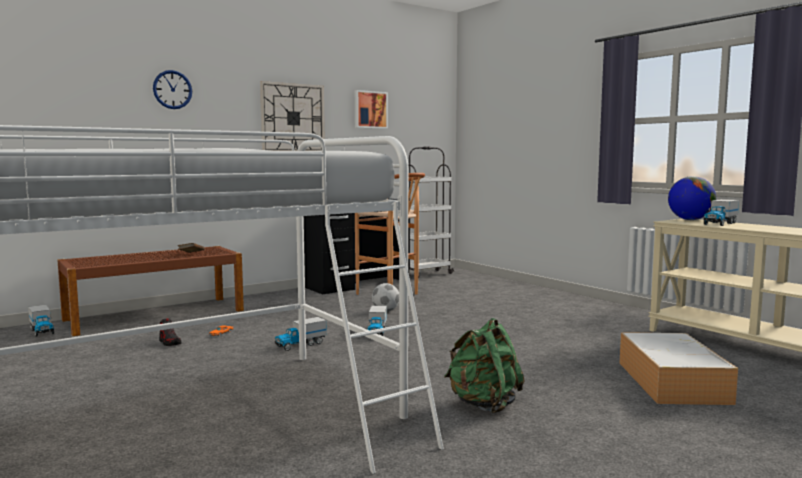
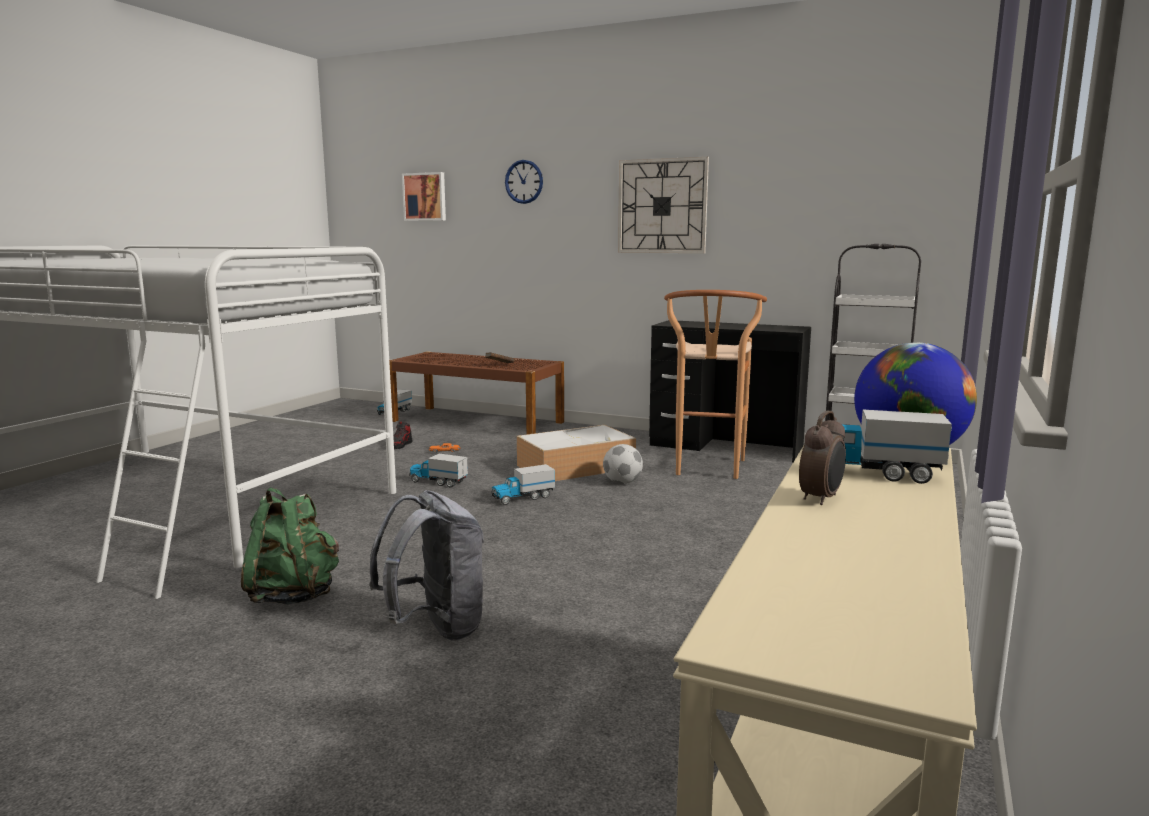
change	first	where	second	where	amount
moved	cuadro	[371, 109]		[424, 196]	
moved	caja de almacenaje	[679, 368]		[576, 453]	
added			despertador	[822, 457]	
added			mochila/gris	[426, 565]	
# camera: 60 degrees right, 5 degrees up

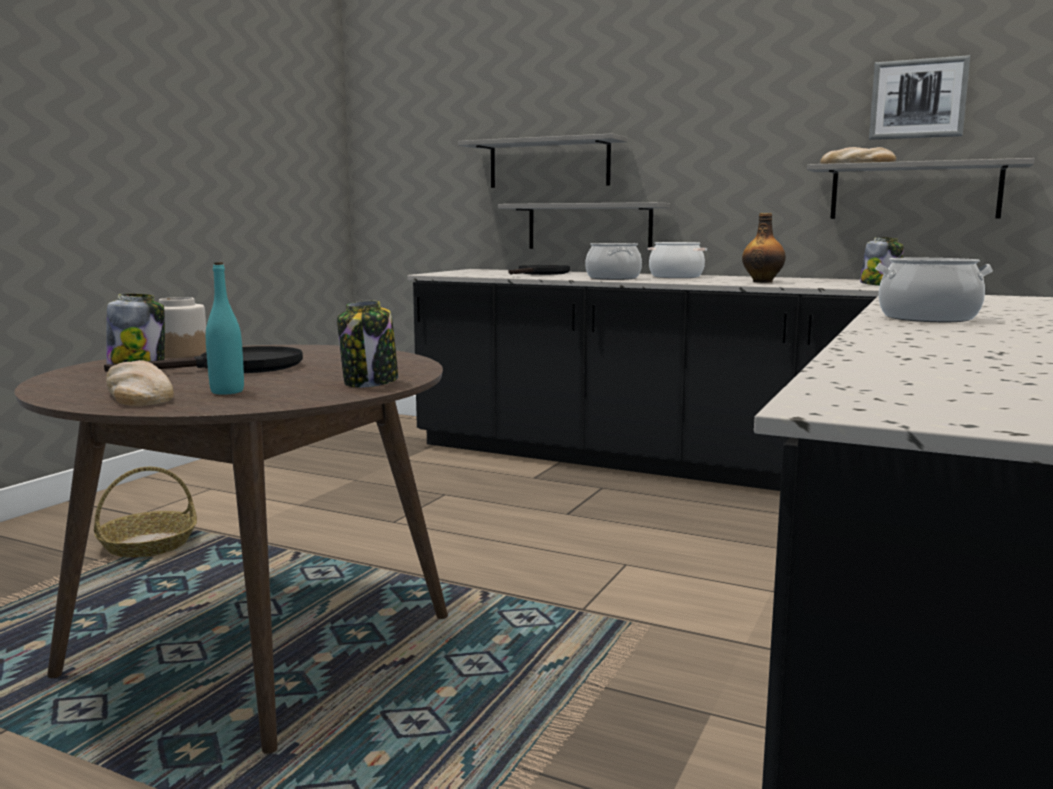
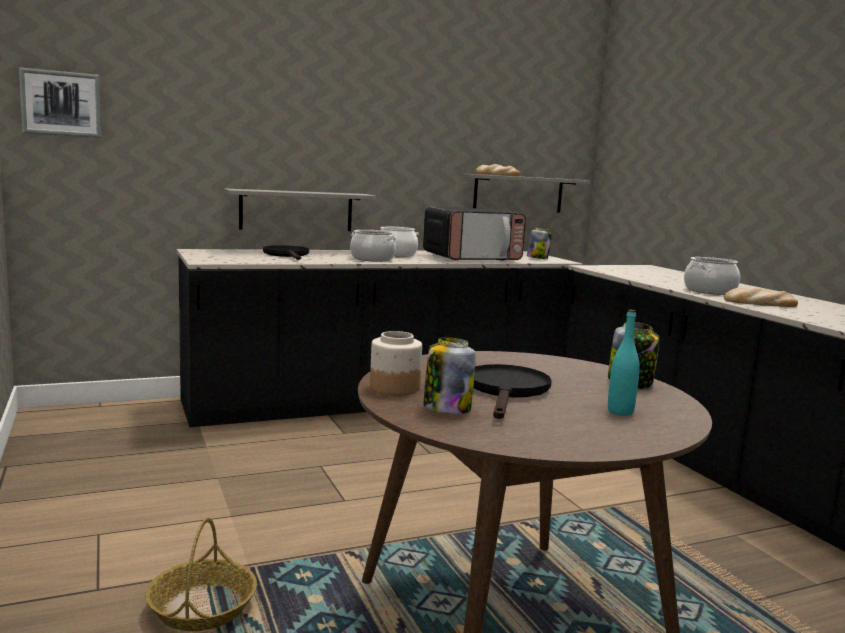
change	first	where	second	where	amount
moved	cuadro	[919, 97]		[60, 102]	
removed	estante/gris	[542, 160]			
replaced	botella	[764, 248]	microondas	[474, 234]	
moved	pan	[140, 383]		[761, 297]	
# camera: 50 degrees left, 0 degrees up

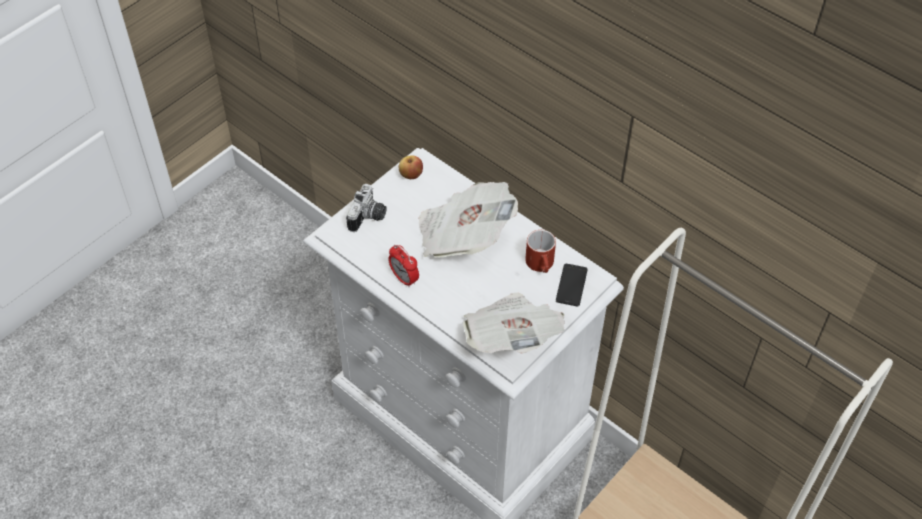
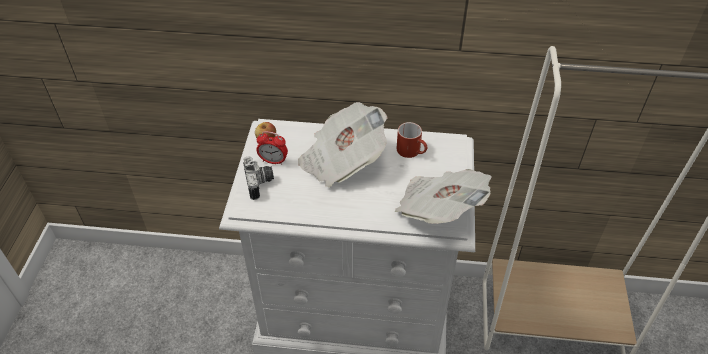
change	first	where	second	where	amount
moved	despertador	[403, 266]		[272, 148]	
removed	móvil	[572, 285]			
# camera: 35 degrees left, 5 degrees down

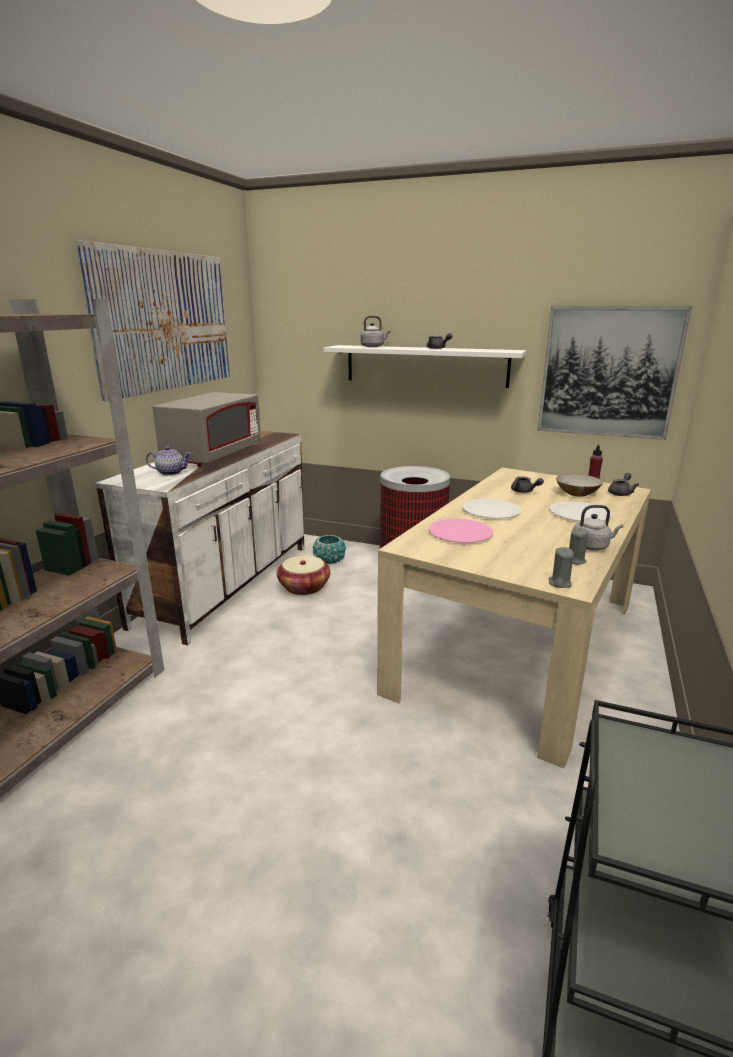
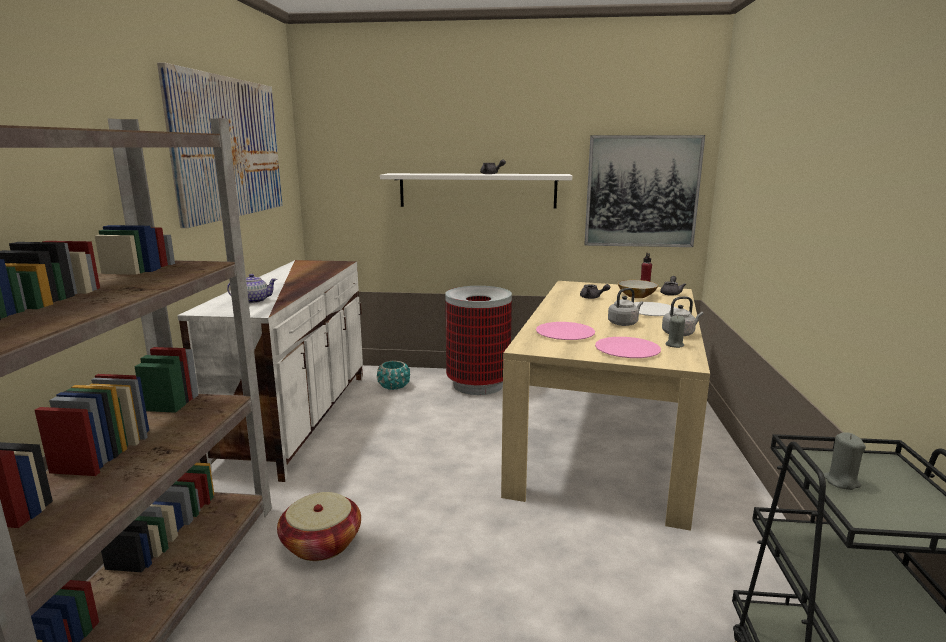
change	first	where	second	where	amount
moved	hervidor/gris	[375, 331]		[625, 307]	
removed	microondas/gris	[206, 429]			
removed	plato/blanco	[492, 509]			
moved	vela/gris	[561, 567]		[844, 461]	
moved	cesta	[304, 575]		[319, 526]	
added			plato/rosa	[628, 347]	
# camera: 15 degrees left, 5 degrees down

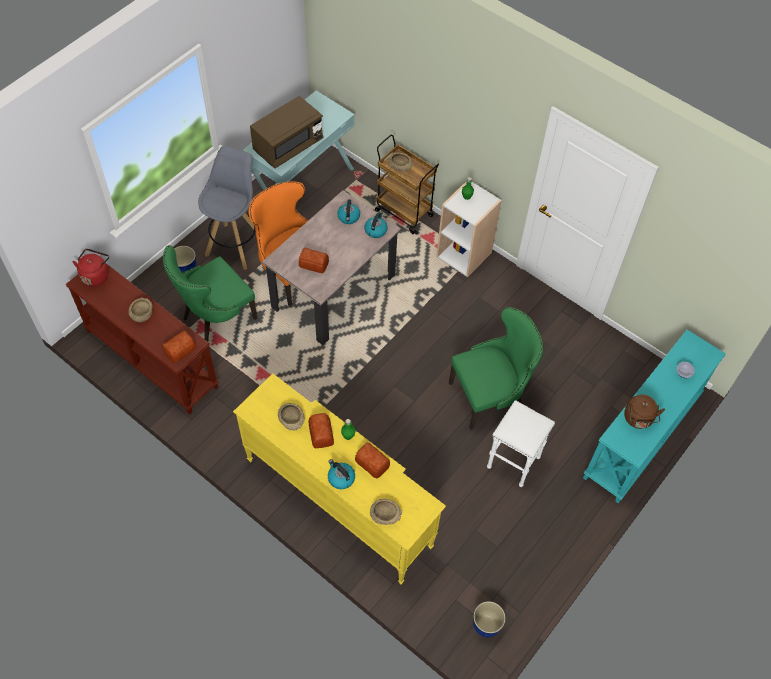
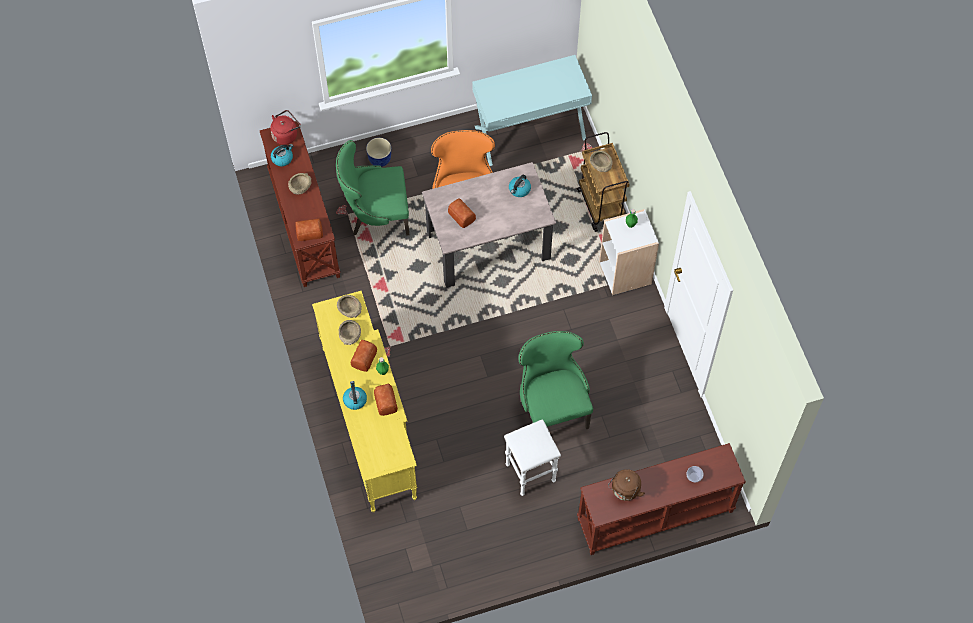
change	first	where	second	where	amount
removed	microondas/marrón	[287, 132]			
removed	taburete/gris	[227, 208]			
moved	hervidor	[376, 225]		[282, 155]	
turned	silla/verde	[496, 368]		[555, 380]	120 degrees counterclockwise
recoloured	mesa consola/turquesa	[654, 416]	mesa consola/marrón	[661, 499]	
moved	cuenco/beis	[386, 512]		[349, 306]	
removed	maceta	[489, 619]			
# camera: 35 degrees right, 5 degrees up

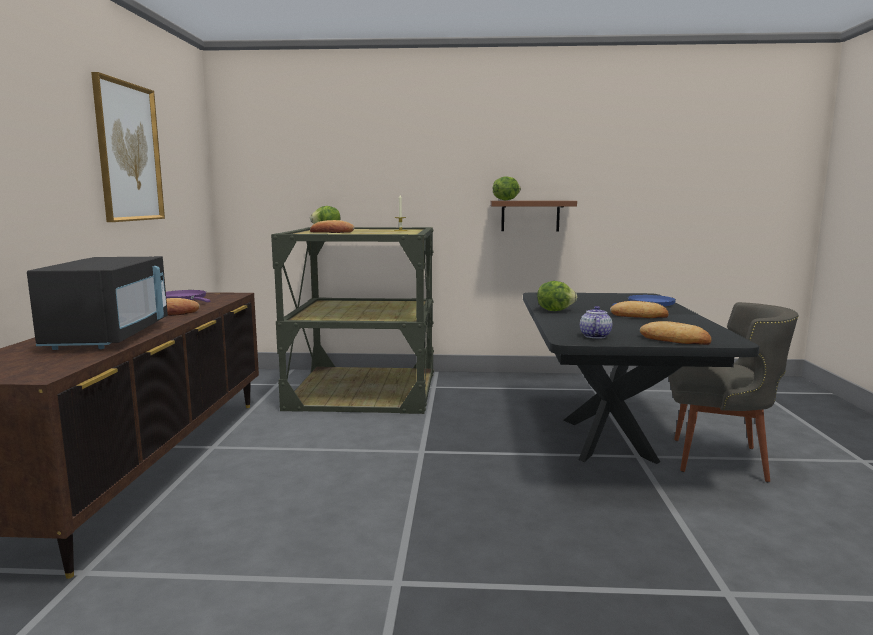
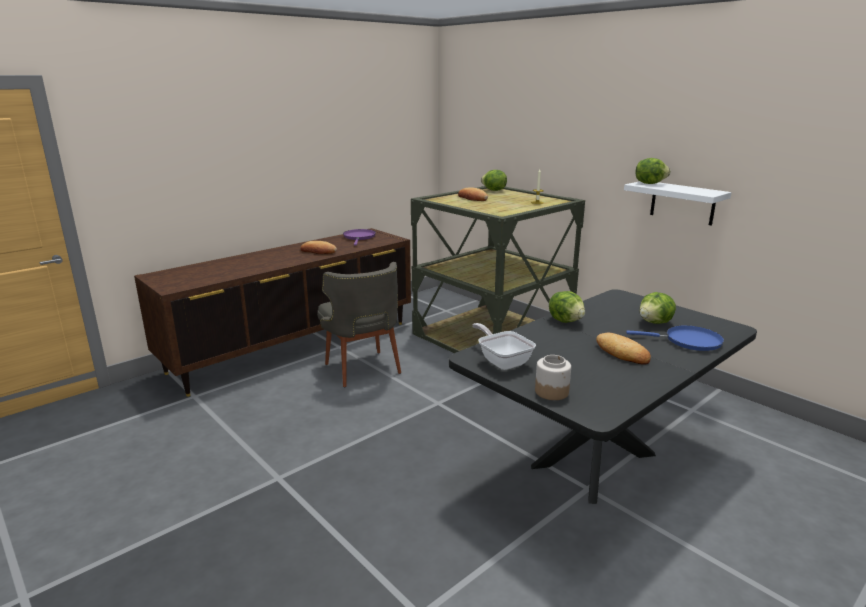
change	first	where	second	where	amount
removed	cuadro	[128, 147]			
recoloured	estante/marrón	[533, 216]	estante/blanco	[678, 203]	
removed	microondas/negro	[97, 303]			
moved	silla/gris	[733, 392]		[359, 324]	
replaced	tetera	[596, 322]	sartén	[504, 346]	
replaced	pan	[675, 333]	tarro	[553, 377]	
added			lechuga	[657, 308]	
# camera: 45 degrees right, 10 degrees up

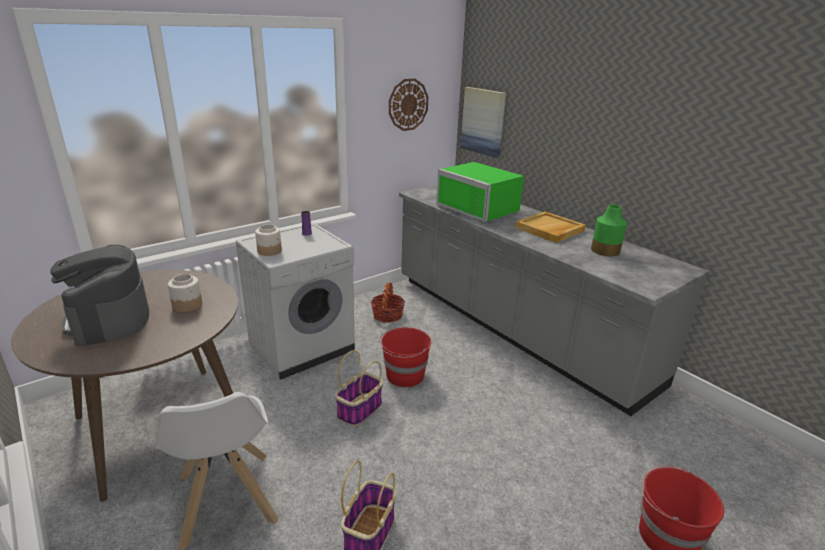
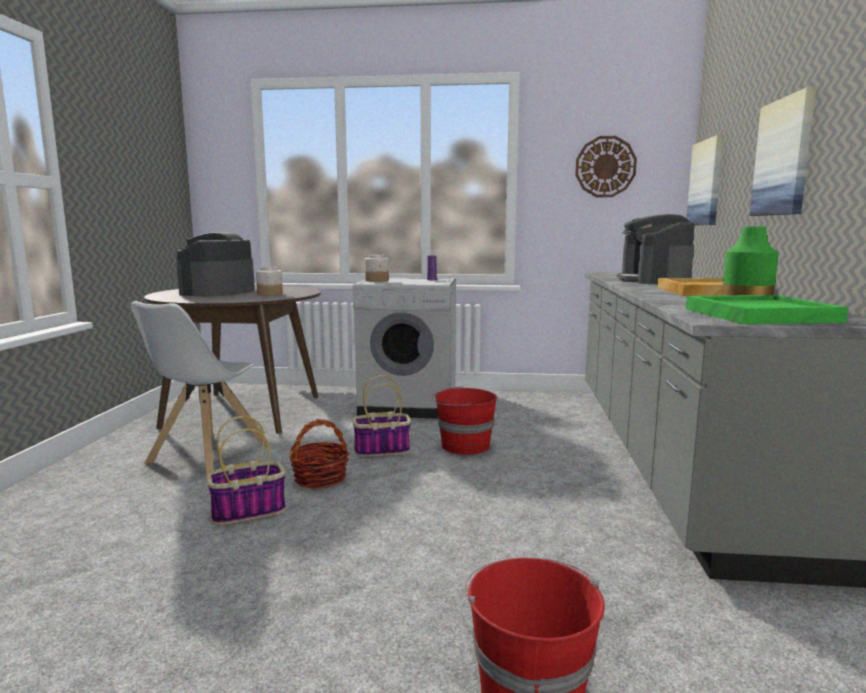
change	first	where	second	where	amount
replaced	microondas/verde	[480, 192]	cafetera	[655, 249]	
moved	cesta	[388, 303]		[319, 454]	
added			cuadro	[783, 151]	
added			bandeja/verde	[767, 309]	
# camera: 45 degrees right, 15 degrees down

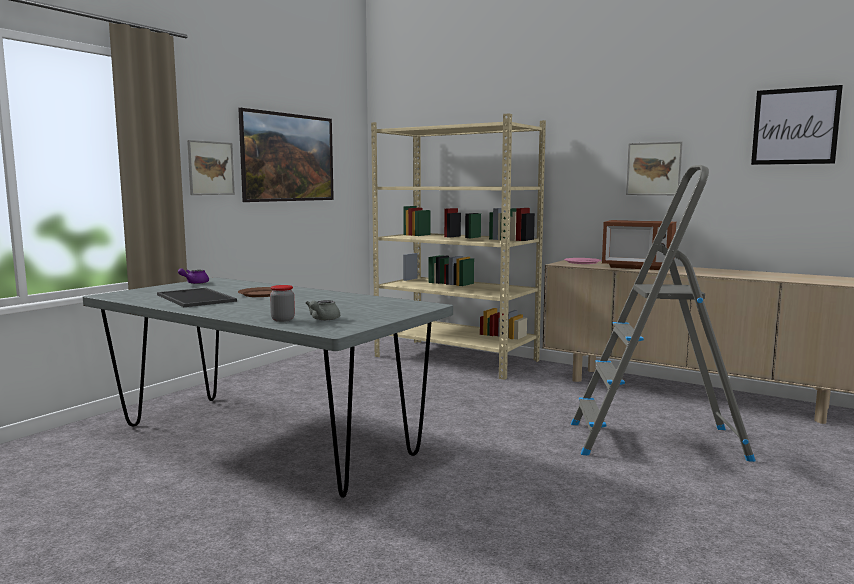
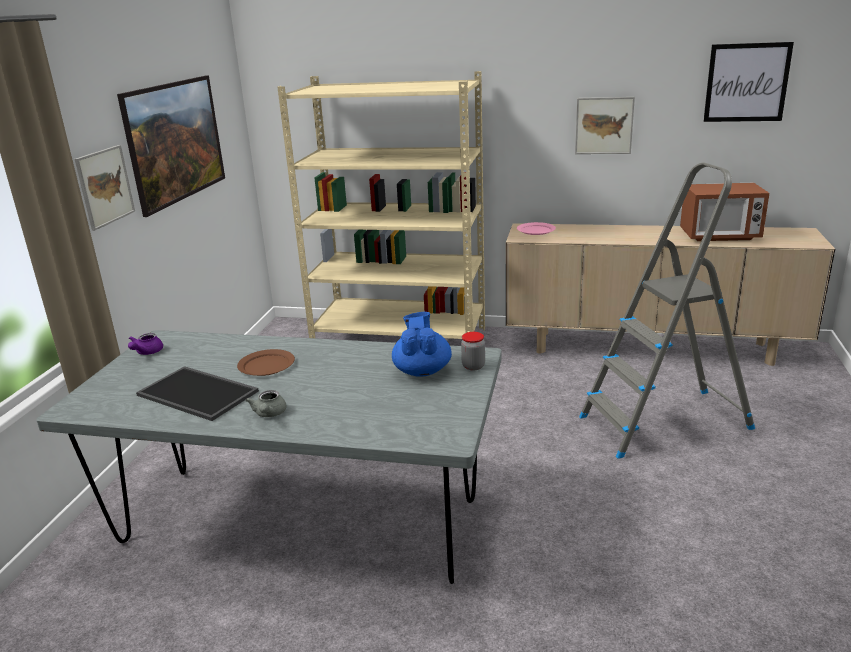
change	first	where	second	where	amount
moved	microondas	[639, 245]		[724, 212]	
moved	tarro	[282, 303]		[473, 351]	
moved	tetera/gris	[323, 310]		[265, 403]	
added			tetera/azul	[422, 344]	
# camera: 20 degrees left, 15 degrees up

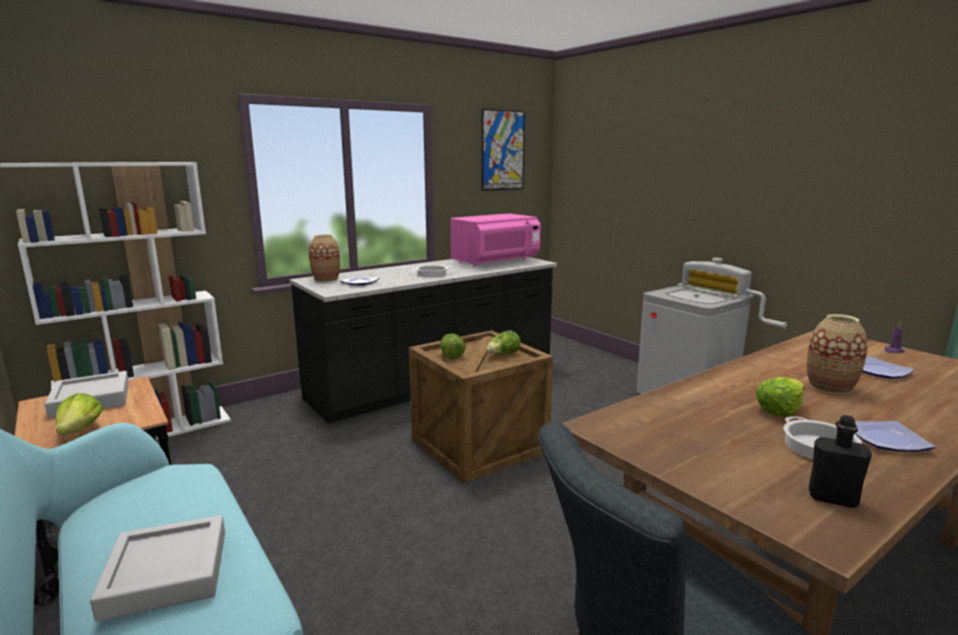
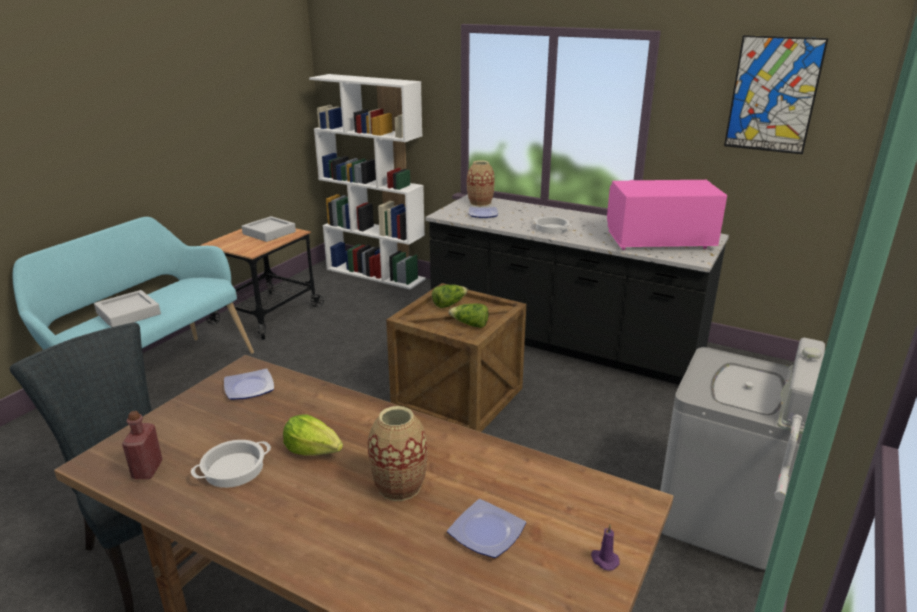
change	first	where	second	where	amount
turned	microondas/rosa	[496, 240]		[667, 215]	150 degrees clockwise
removed	lechuga	[79, 414]			
recoloured	botella/negro	[840, 461]	botella/rojo	[142, 445]	
moved	plato	[895, 436]		[249, 384]	
# camera: 65 degrees right, 10 degrees up

